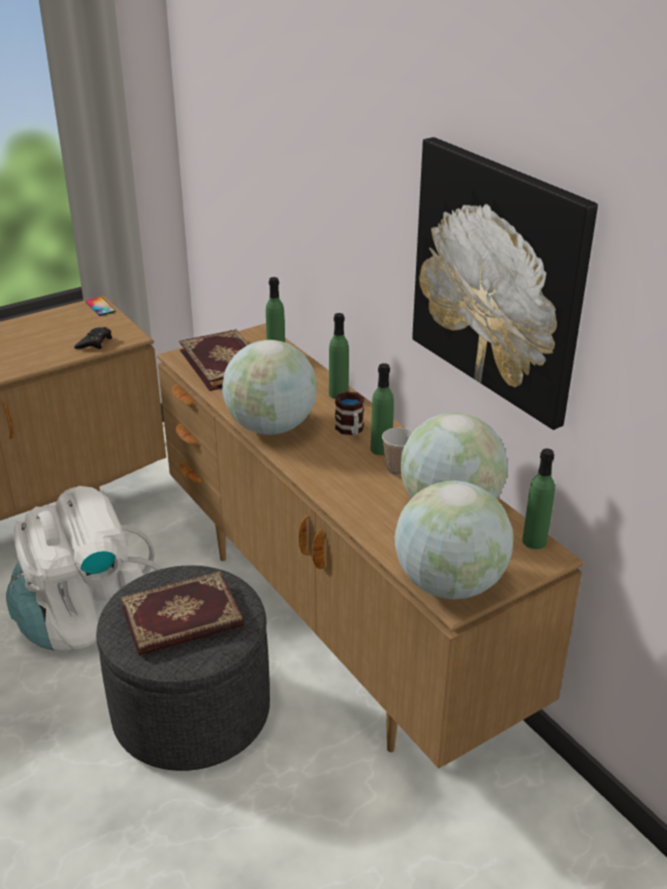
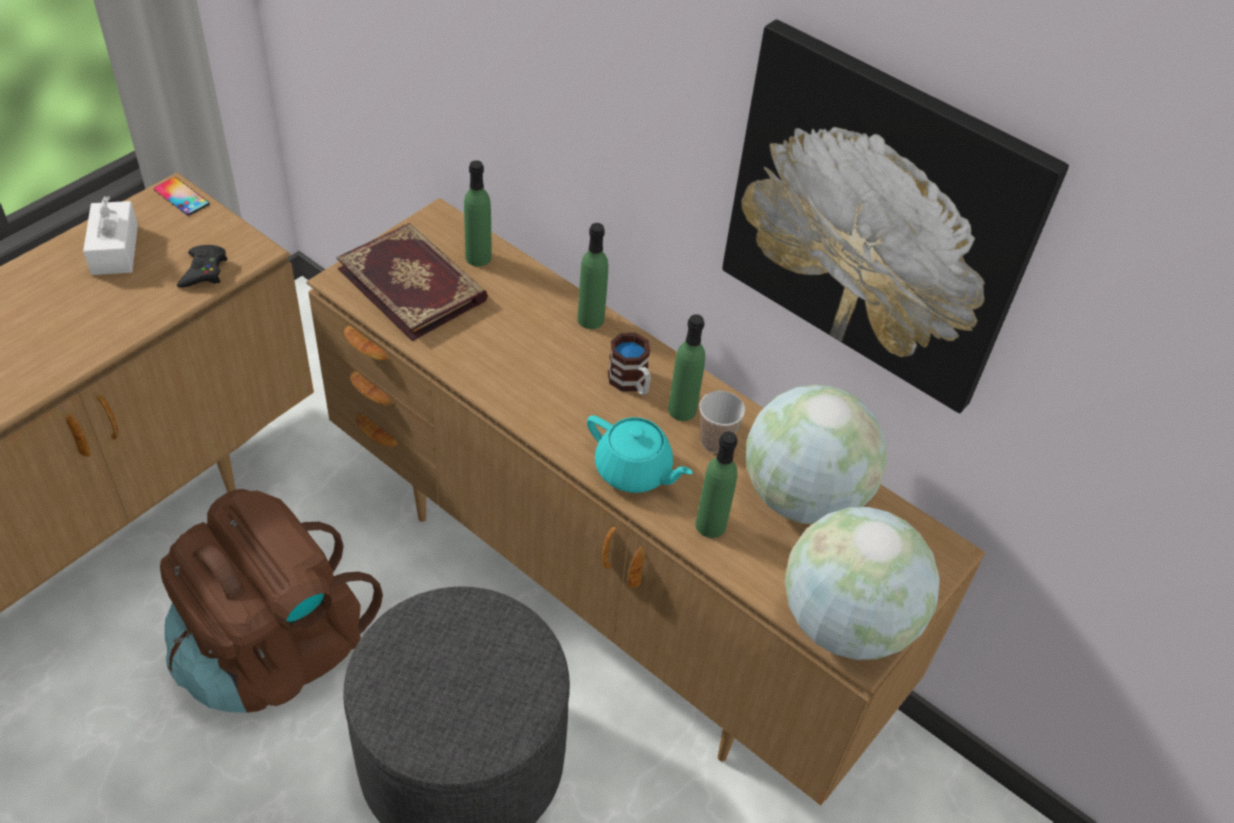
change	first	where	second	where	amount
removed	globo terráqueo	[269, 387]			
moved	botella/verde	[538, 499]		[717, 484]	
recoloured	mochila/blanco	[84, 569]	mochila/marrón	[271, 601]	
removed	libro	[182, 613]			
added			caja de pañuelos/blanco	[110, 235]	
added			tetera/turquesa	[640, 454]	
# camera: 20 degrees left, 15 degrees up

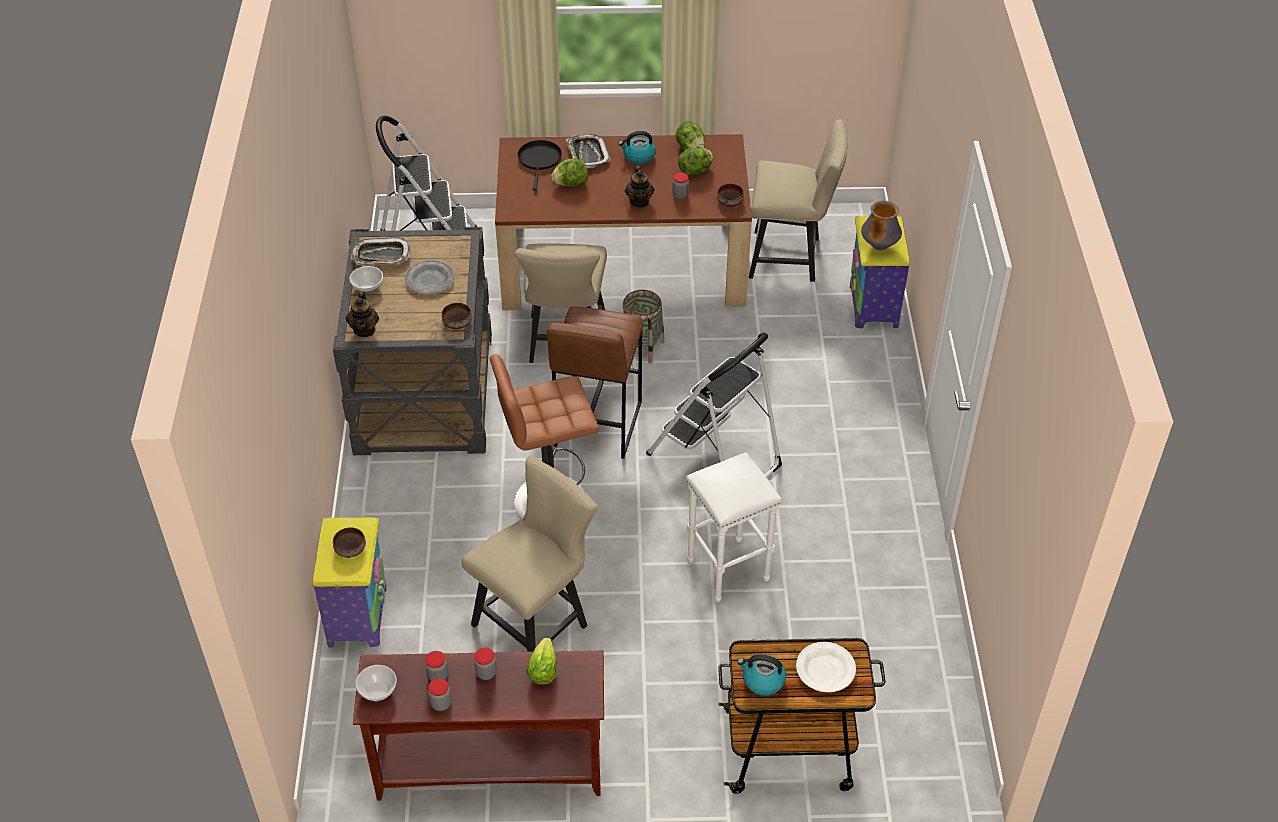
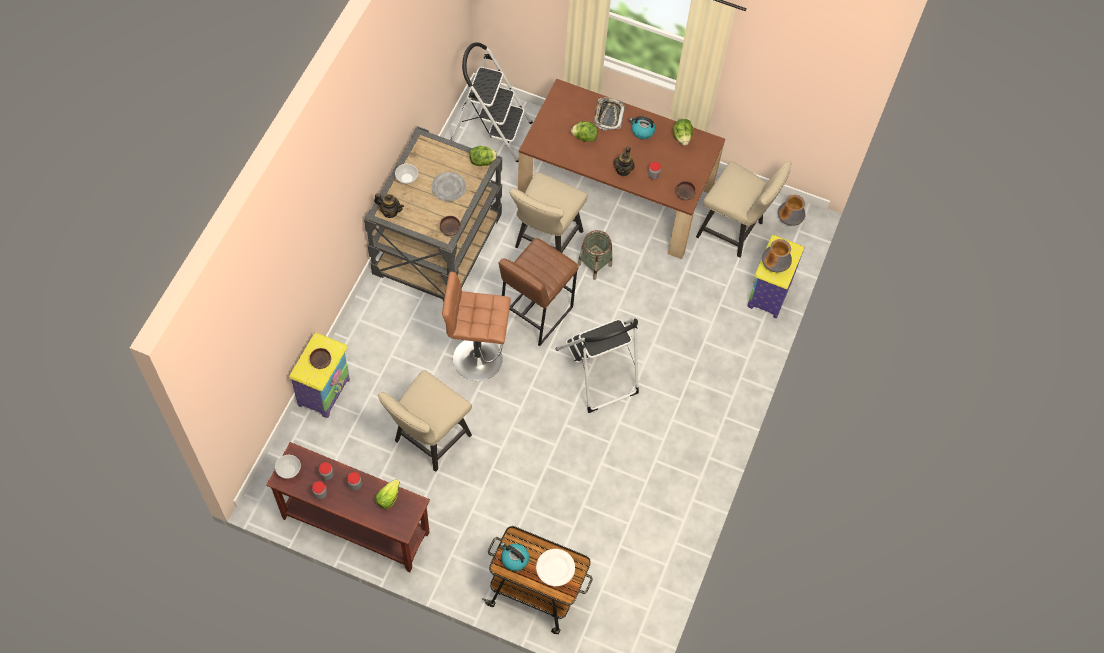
change	first	where	second	where	amount
removed	sartén/negro	[540, 165]			
moved	lechuga	[695, 160]		[483, 156]	
removed	bandeja	[381, 251]			
turned	tetera	[362, 314]		[389, 205]	90 degrees counterclockwise
removed	taburete/blanco	[734, 527]			
turned	silla/beis	[529, 554]		[425, 421]	150 degrees clockwise
added			florero	[792, 210]	
# camera: 20 degrees right, 15 degrees up

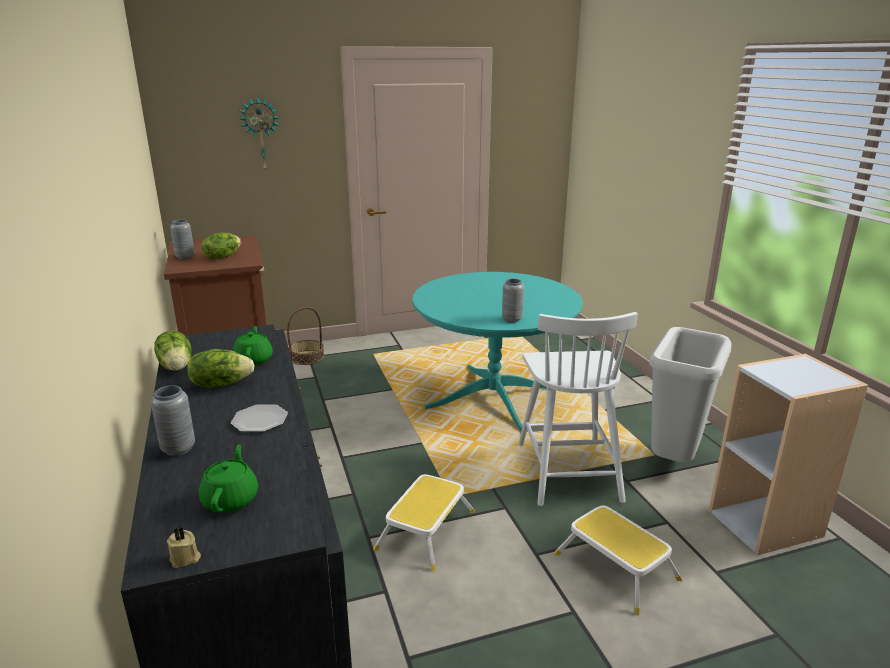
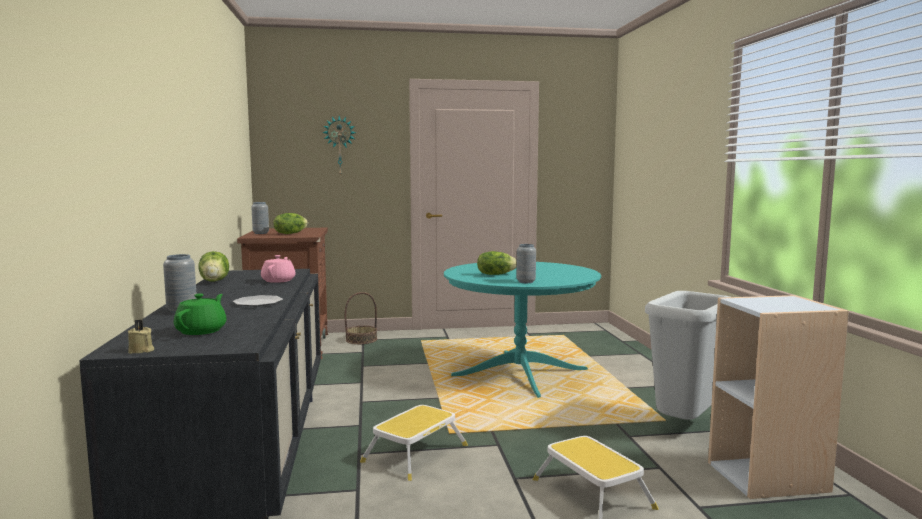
change	first	where	second	where	amount
removed	silla/blanco	[578, 409]			
recoloured	tetera/verde	[253, 345]	tetera/rosa	[278, 269]	
moved	lechuga	[221, 368]		[497, 263]	
# camera: 10 degrees right, 15 degrees down

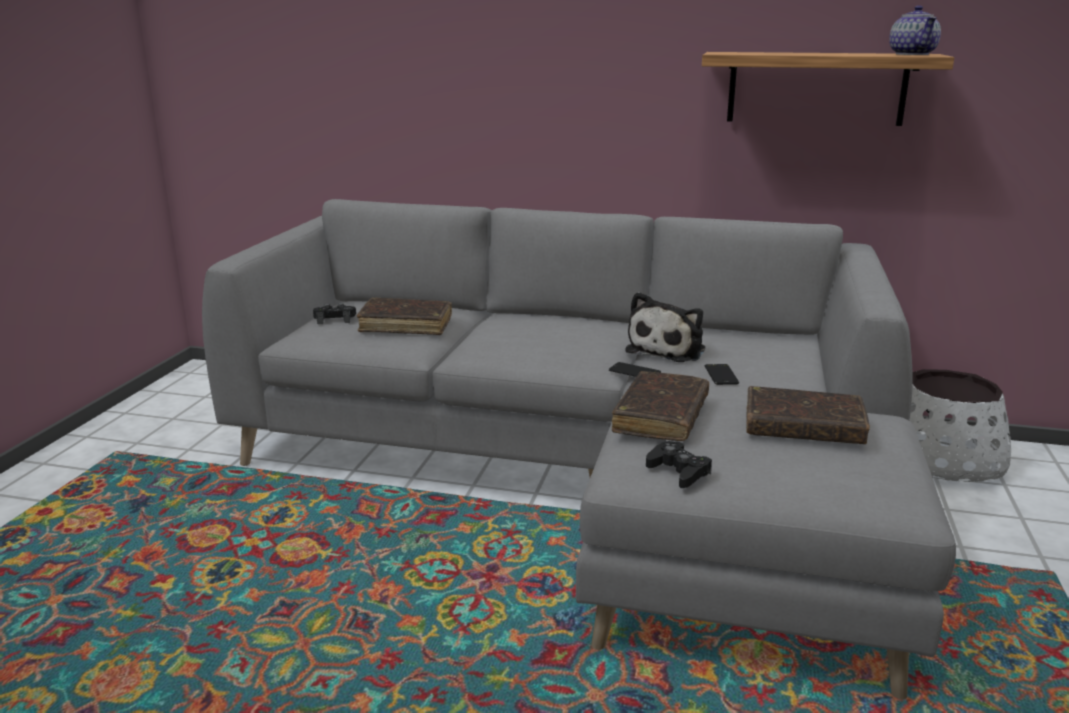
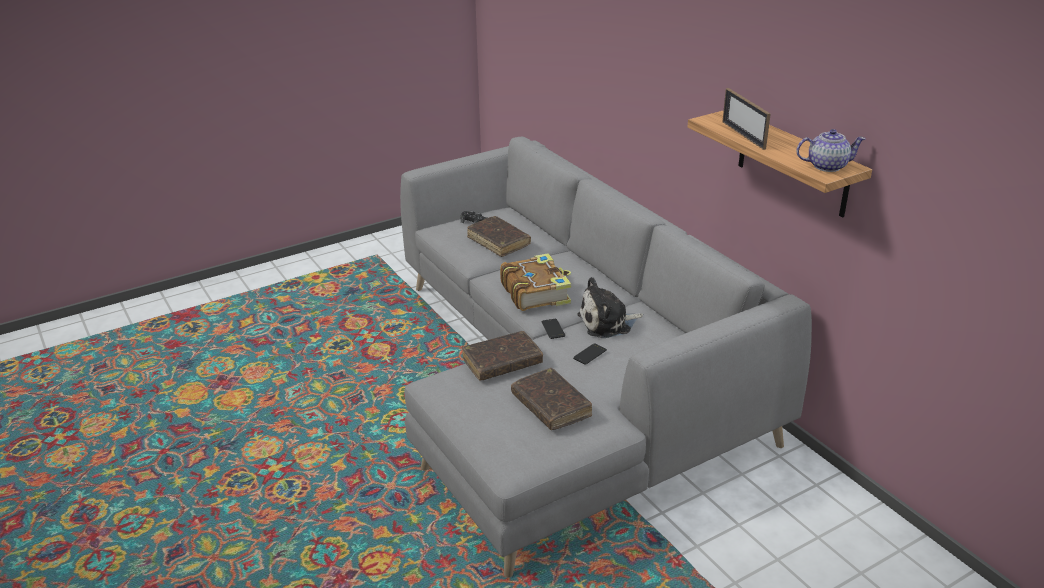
change	first	where	second	where	amount
turned	tetera	[915, 30]		[831, 150]	135 degrees counterclockwise
removed	maceta/blanco	[960, 425]			
removed	mando de consola/negro	[679, 464]			
added			portarretratos	[746, 119]	
added			libro	[535, 282]	
# camera: 45 degrees right, 10 degrees up

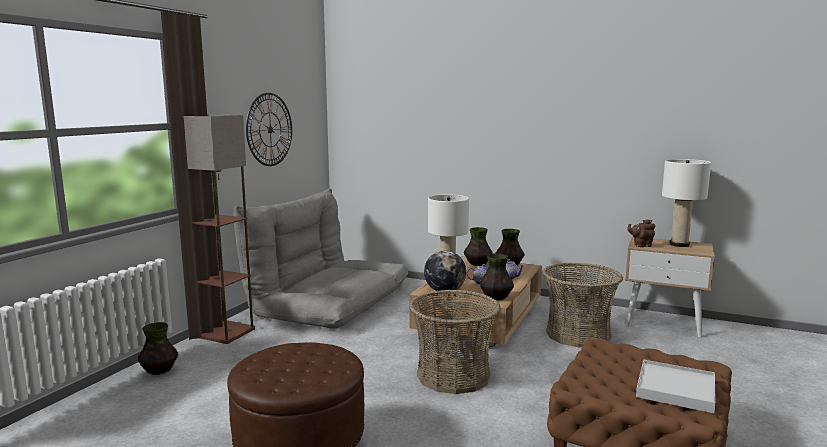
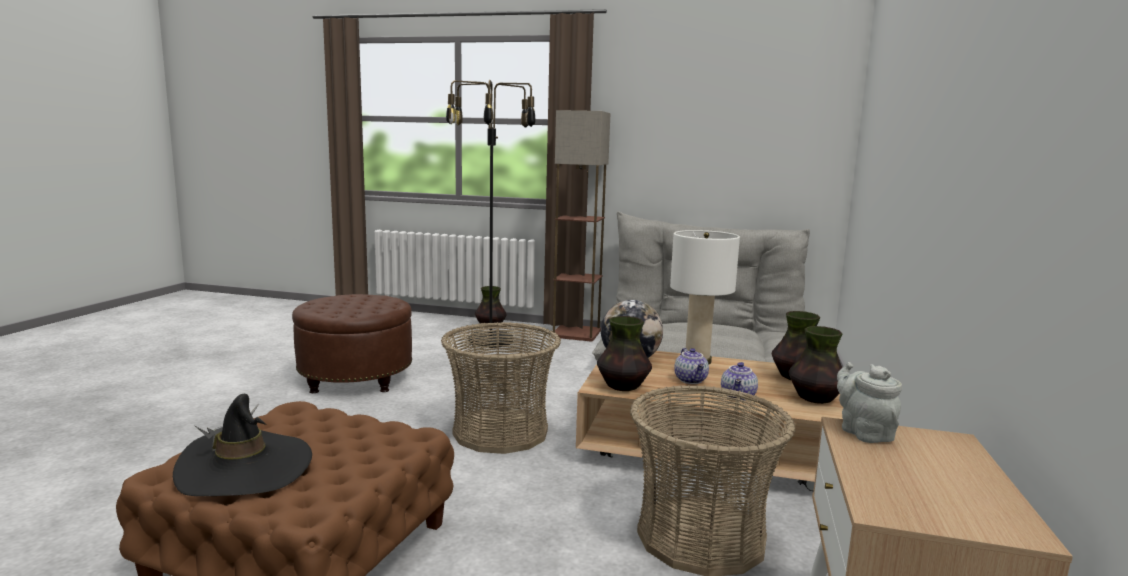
change	first	where	second	where	amount
removed	reloj de pared	[269, 129]			
removed	lámpara de mesa/blanco	[686, 203]			
recoloured	tetera/marrón	[641, 233]	tetera/gris	[869, 402]	
replaced	bandeja/blanco	[676, 386]	sombrero/negro	[242, 445]	
added			lámpara de pie	[491, 214]	
# camera: 80 degrees right, 0 degrees up

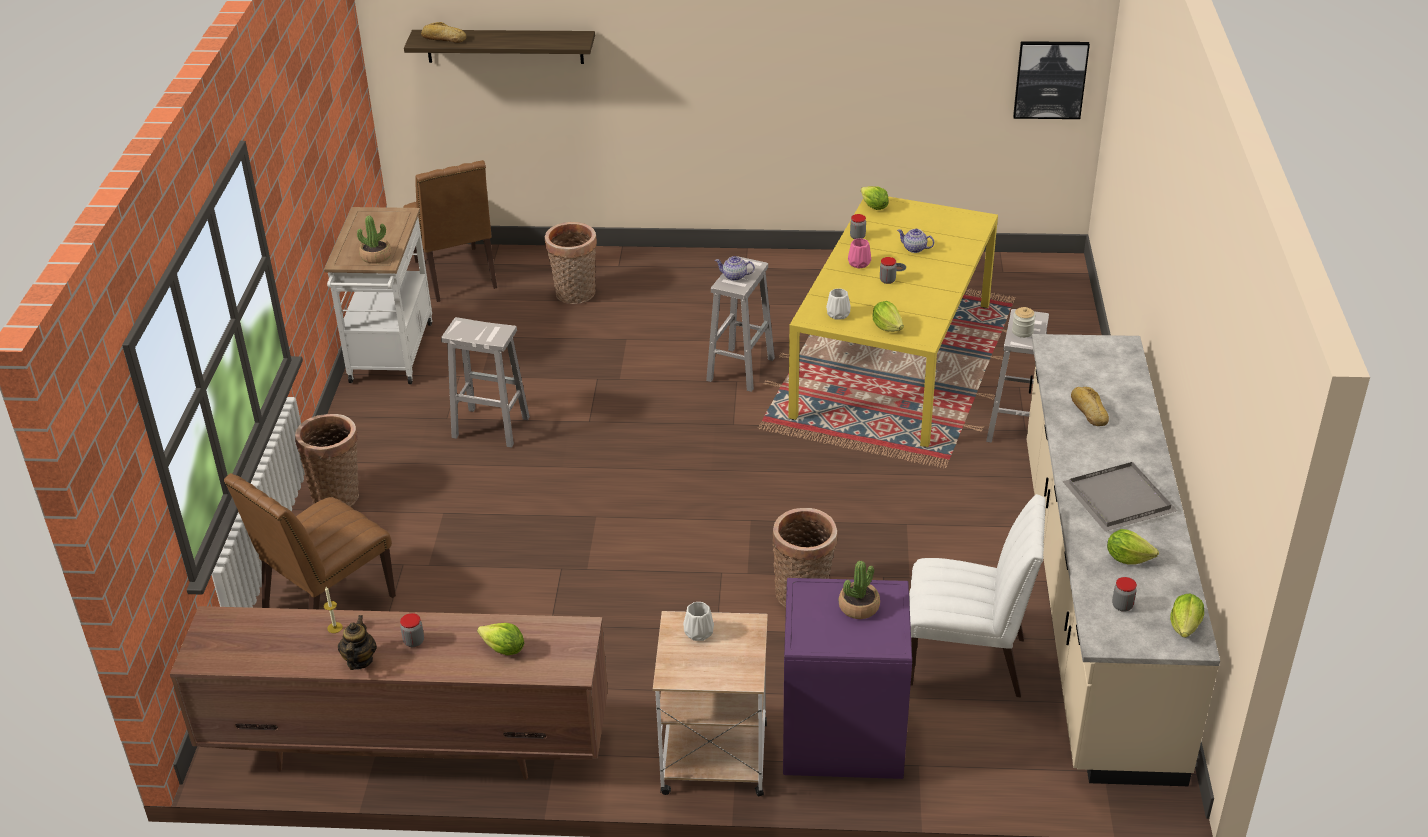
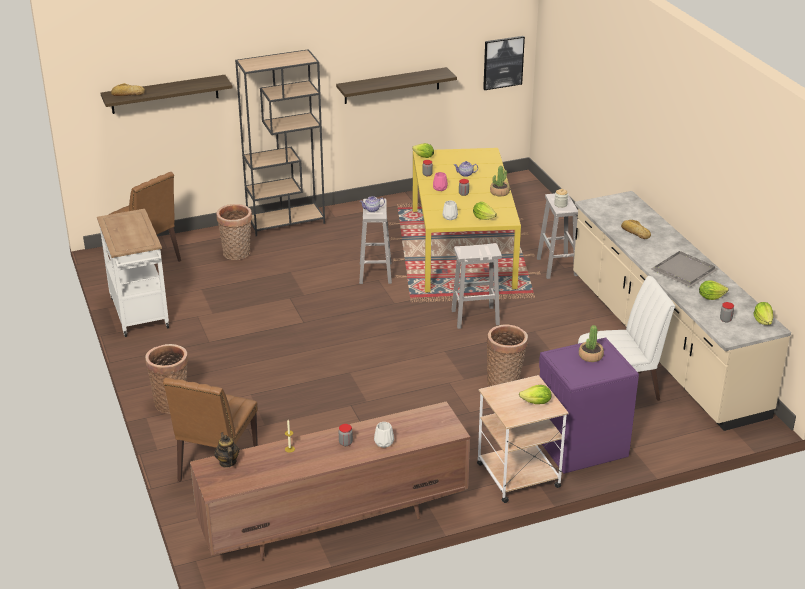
change	first	where	second	where	amount
moved	planta en maceta	[374, 239]		[500, 181]	
moved	taburete/blanco	[485, 382]		[476, 286]	
moved	florero/blanco	[698, 621]		[384, 435]	
moved	tetera	[357, 642]		[227, 450]	
moved	lechuga	[500, 639]		[535, 394]	
added			estantería	[280, 142]	
added			estante	[396, 85]	
# camera: 25 degrees left, 5 degrees down

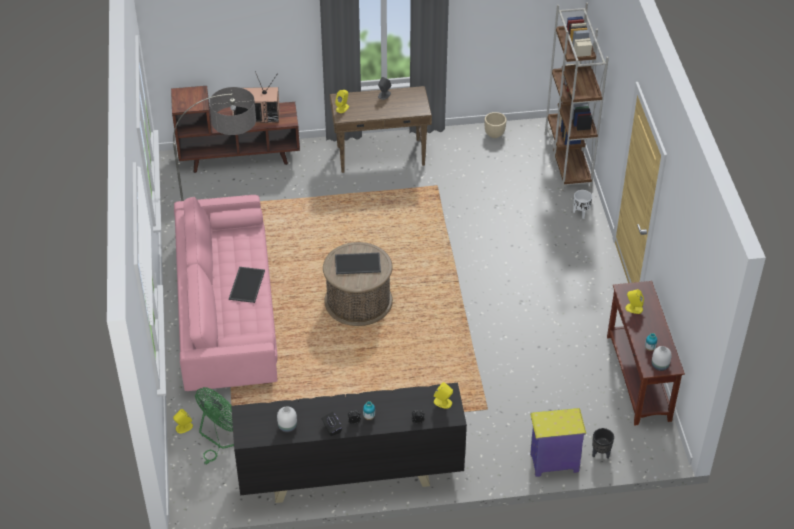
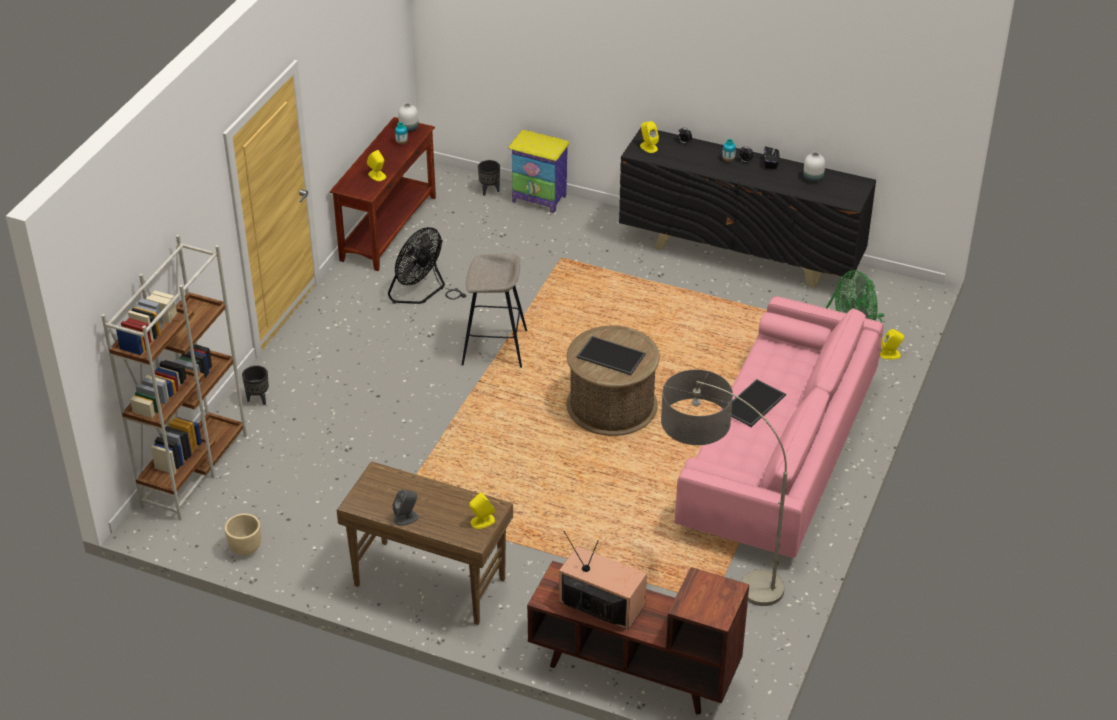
change	first	where	second	where	amount
recoloured	maceta/blanco	[582, 204]	maceta/negro	[255, 385]	
added			ventilador/negro	[427, 265]	
added			taburete/gris	[494, 311]	
# camera: 150 degrees left, 5 degrees down

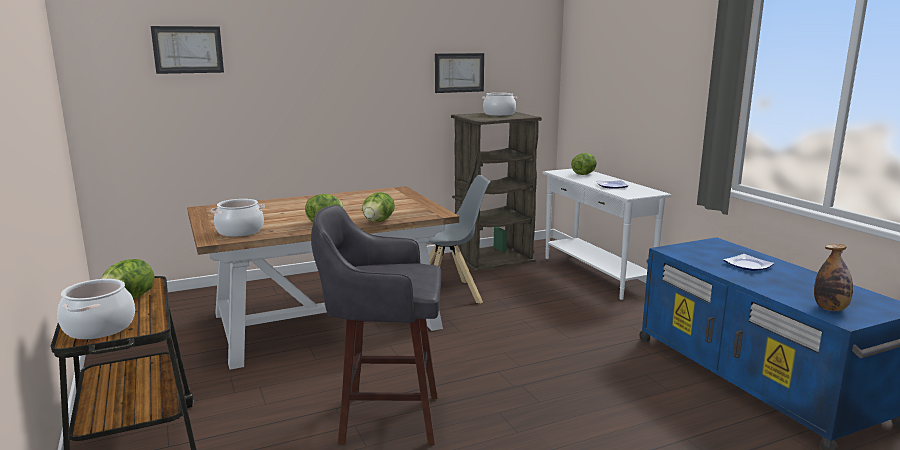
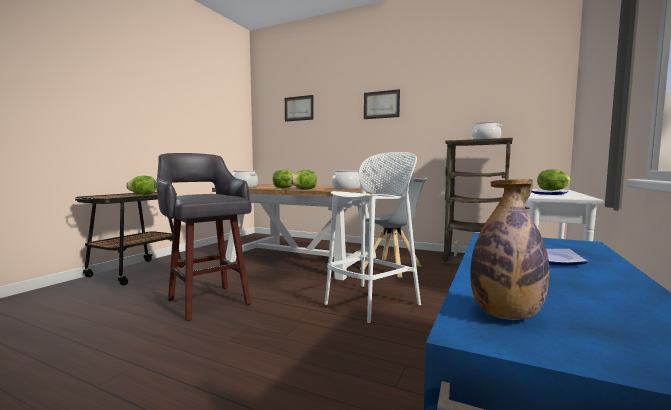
change	first	where	second	where	amount
moved	cuadro	[459, 73]		[382, 104]	
moved	olla	[96, 309]		[346, 180]	
added			taburete/blanco	[372, 237]	
# camera: 50 degrees right, 10 degrees down

